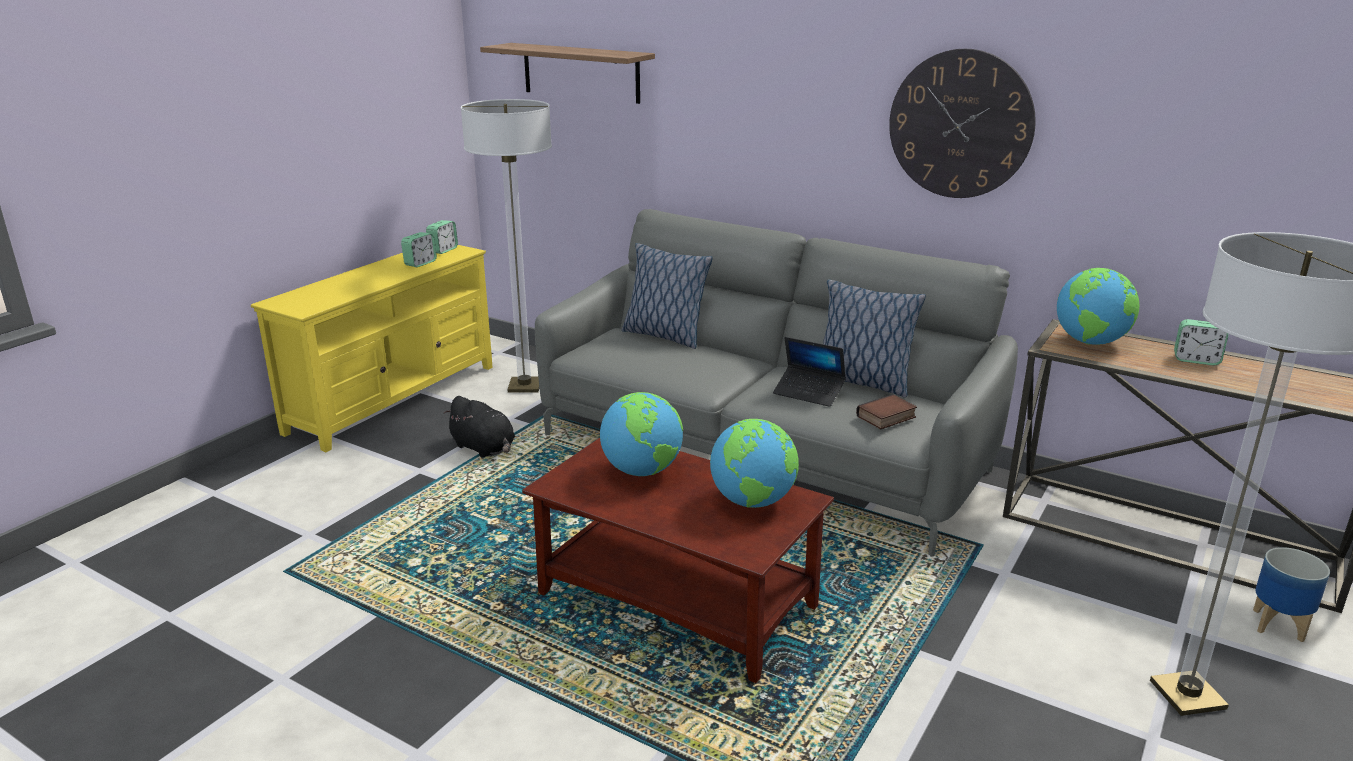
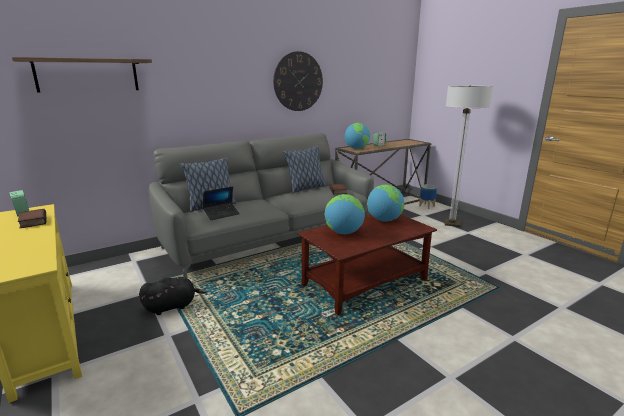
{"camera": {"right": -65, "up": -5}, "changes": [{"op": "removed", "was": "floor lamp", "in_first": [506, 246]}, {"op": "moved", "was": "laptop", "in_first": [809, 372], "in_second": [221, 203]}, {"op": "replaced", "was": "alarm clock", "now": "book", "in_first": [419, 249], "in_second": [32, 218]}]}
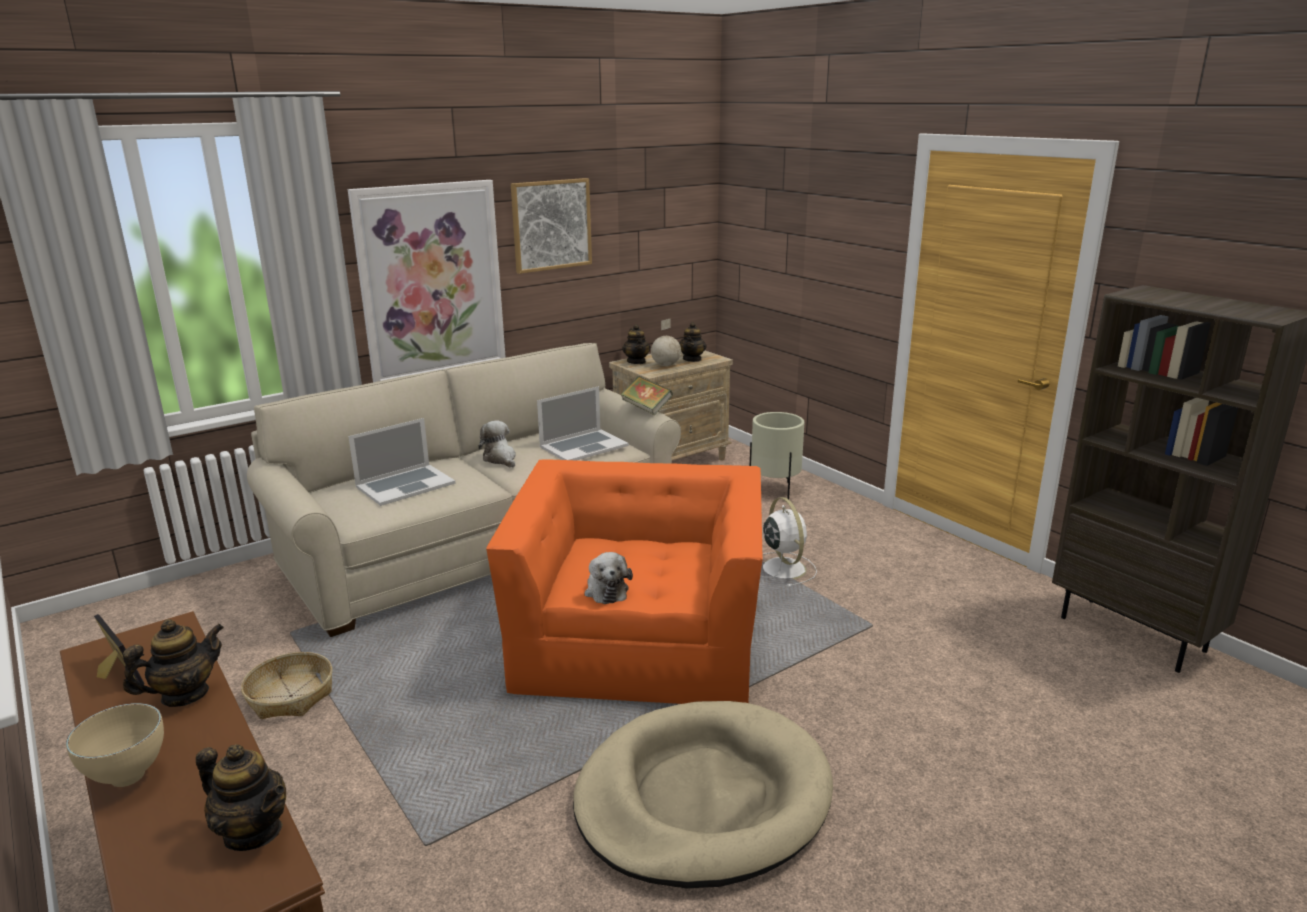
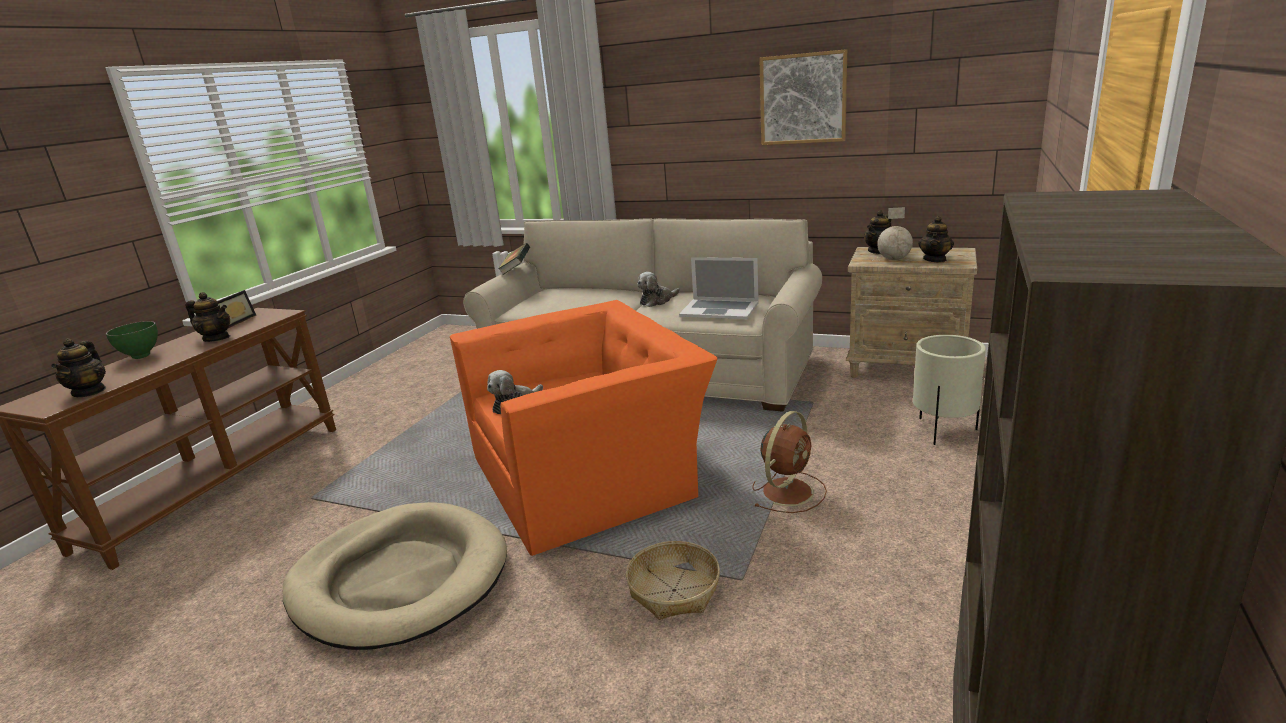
{"camera": {"right": 60, "up": 0}, "changes": [{"op": "removed", "was": "picture", "in_first": [427, 281]}, {"op": "removed", "was": "laptop", "in_first": [401, 462]}, {"op": "moved", "was": "basket", "in_first": [287, 685], "in_second": [673, 580]}, {"op": "moved", "was": "book", "in_first": [647, 395], "in_second": [514, 259]}, {"op": "recoloured", "was": "bowl (beige)", "now": "bowl (green)", "in_first": [115, 745], "in_second": [132, 340]}, {"op": "recoloured", "was": "fan (white)", "now": "fan (brown)", "in_first": [788, 542], "in_second": [789, 462]}, {"op": "turned", "was": "plush toy", "in_first": [497, 444], "in_second": [658, 289], "clockwise": -150}, {"op": "turned", "was": "teapot", "in_first": [693, 342], "in_second": [936, 239], "clockwise": -45}]}
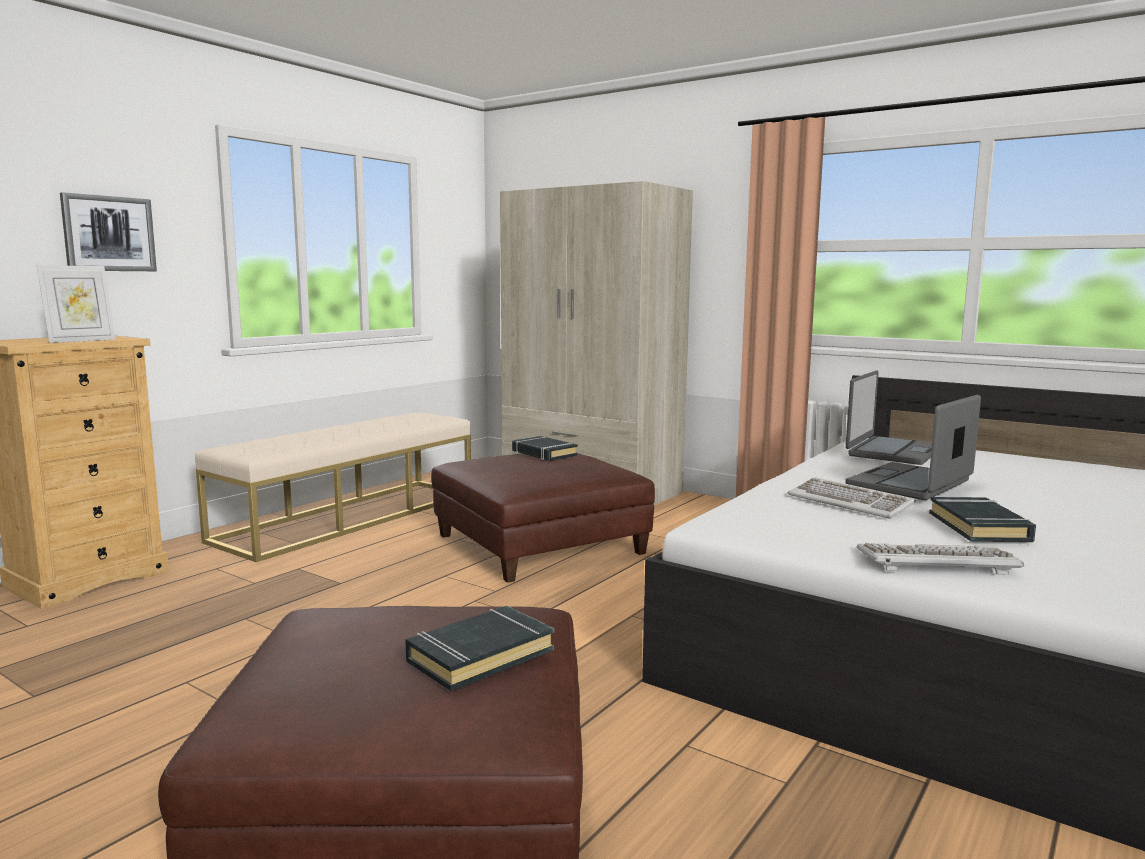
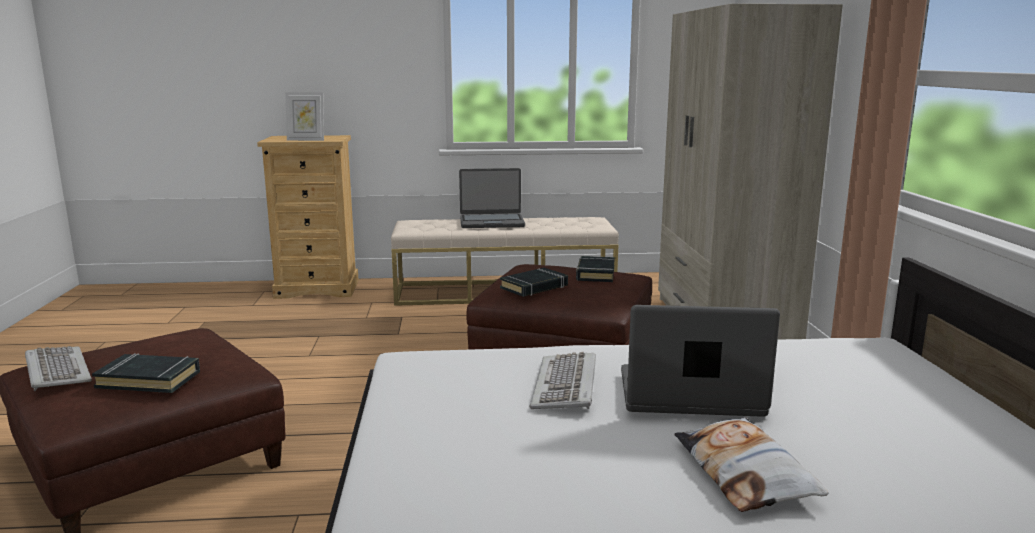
{"camera": {"right": 50, "up": 5}, "changes": [{"op": "removed", "was": "picture", "in_first": [108, 231]}, {"op": "added", "now": "pillow", "in_second": [751, 464]}, {"op": "moved", "was": "laptop", "in_first": [889, 417], "in_second": [492, 198]}, {"op": "moved", "was": "keyboard", "in_first": [940, 559], "in_second": [58, 368]}, {"op": "moved", "was": "book (black)", "in_first": [982, 519], "in_second": [534, 282]}]}
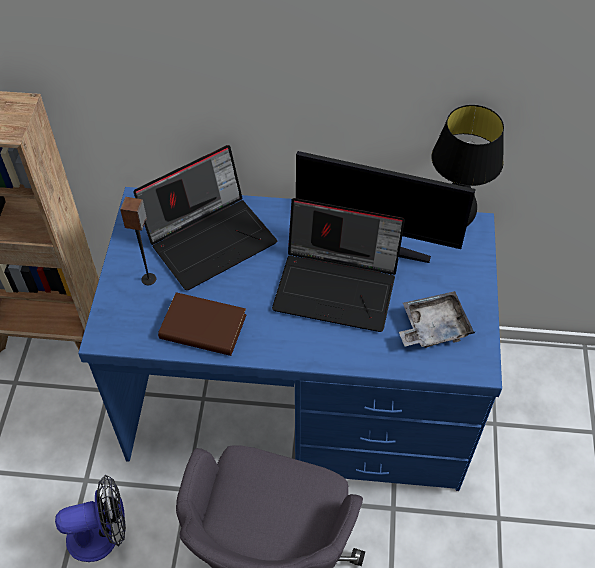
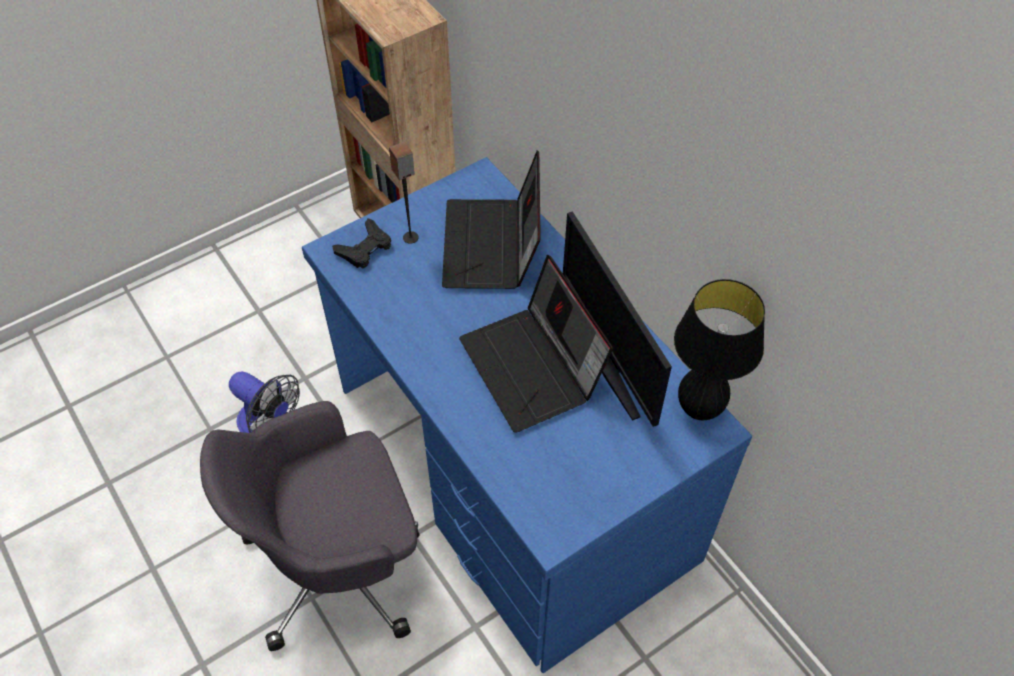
{"camera": {"right": 50, "up": 0}, "changes": [{"op": "removed", "was": "book (brown)", "in_first": [202, 324]}, {"op": "removed", "was": "tray (grey)", "in_first": [437, 319]}, {"op": "added", "now": "game controller (black)", "in_second": [361, 243]}, {"op": "turned", "was": "laptop", "in_first": [205, 217], "in_second": [491, 219], "clockwise": 75}]}
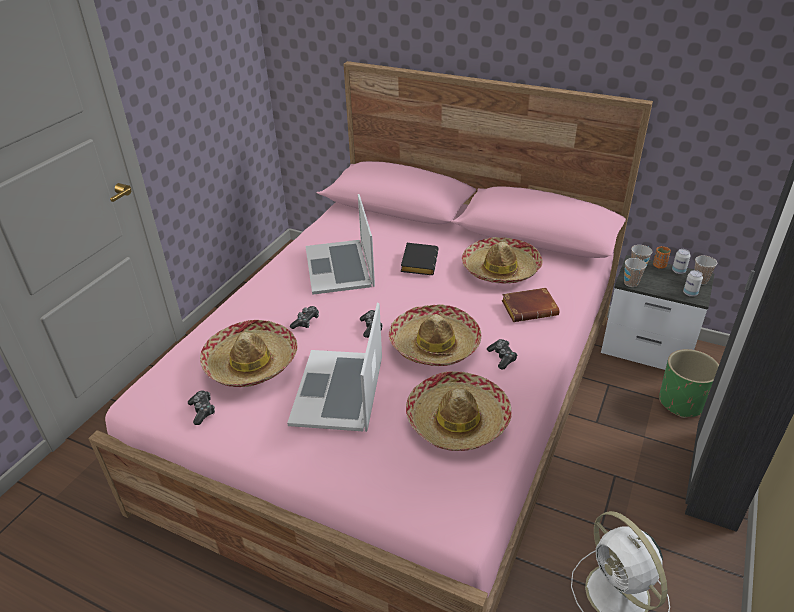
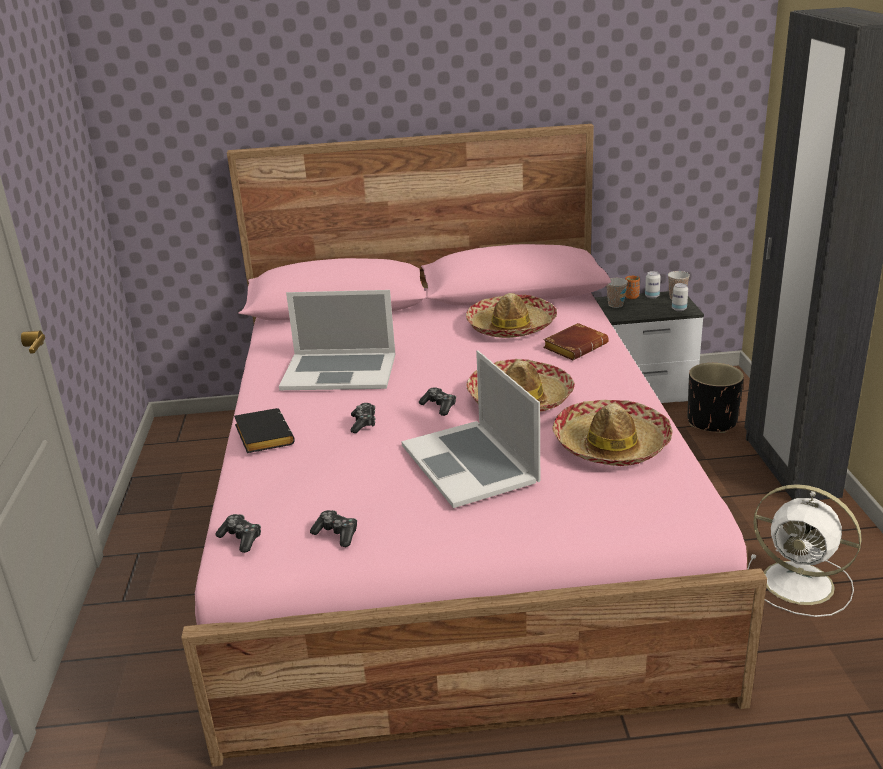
{"camera": {"right": -30, "up": -10}, "changes": [{"op": "removed", "was": "hat", "in_first": [248, 353]}, {"op": "removed", "was": "cup", "in_first": [635, 272]}, {"op": "moved", "was": "book (black)", "in_first": [419, 259], "in_second": [264, 430]}, {"op": "moved", "was": "game controller", "in_first": [502, 354], "in_second": [238, 533]}, {"op": "recoloured", "was": "planter (green)", "now": "planter (black)", "in_first": [689, 383], "in_second": [715, 398]}, {"op": "turned", "was": "laptop", "in_first": [340, 244], "in_second": [337, 340], "clockwise": -45}]}
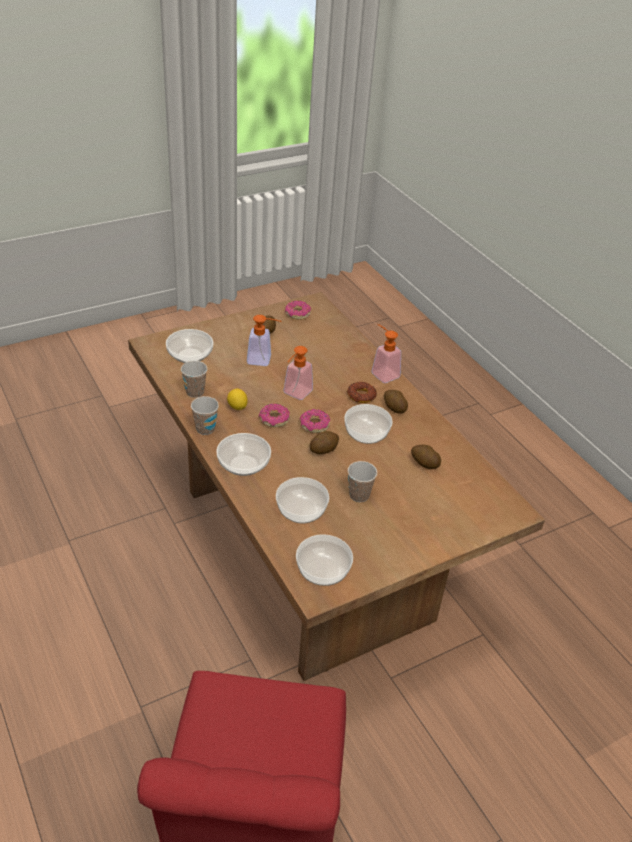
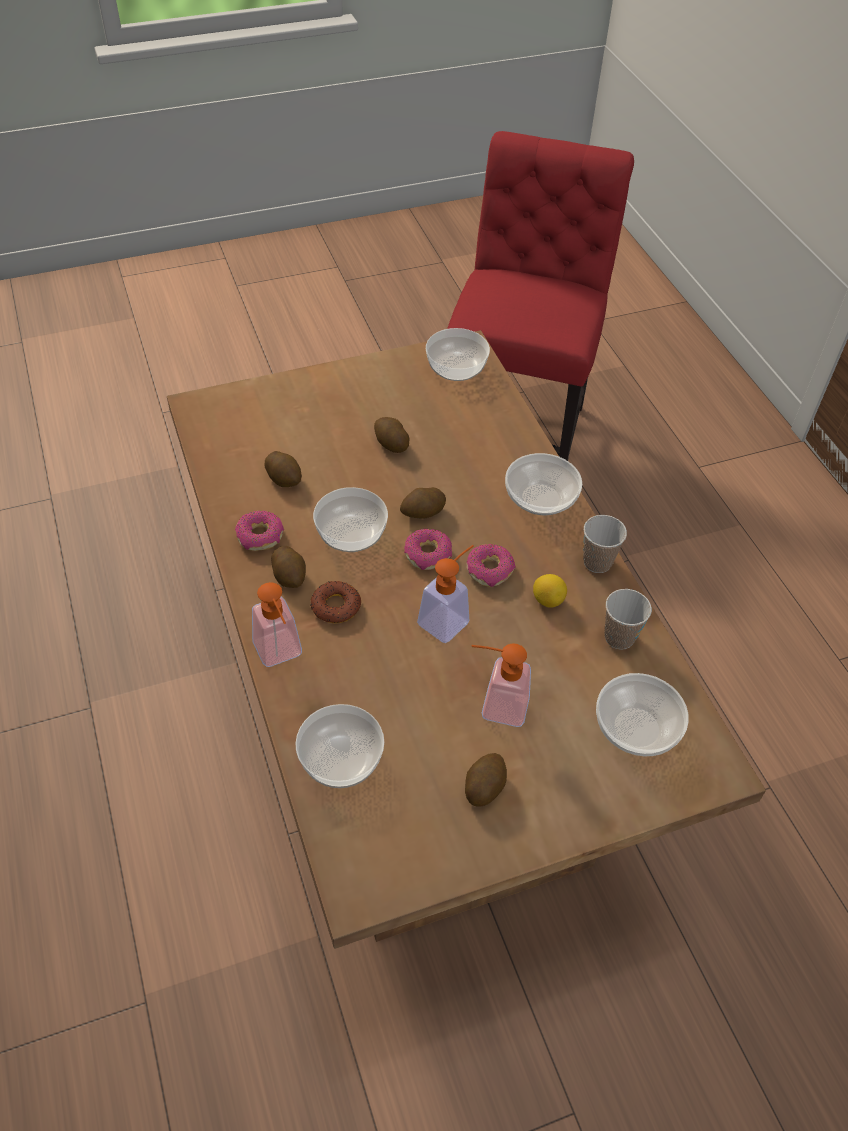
{"camera": {"right": -170, "up": 10}, "changes": [{"op": "moved", "was": "bowl", "in_first": [302, 500], "in_second": [340, 746]}, {"op": "moved", "was": "donut", "in_first": [298, 310], "in_second": [259, 531]}, {"op": "replaced", "was": "cup", "now": "potato", "in_first": [362, 481], "in_second": [392, 435]}]}
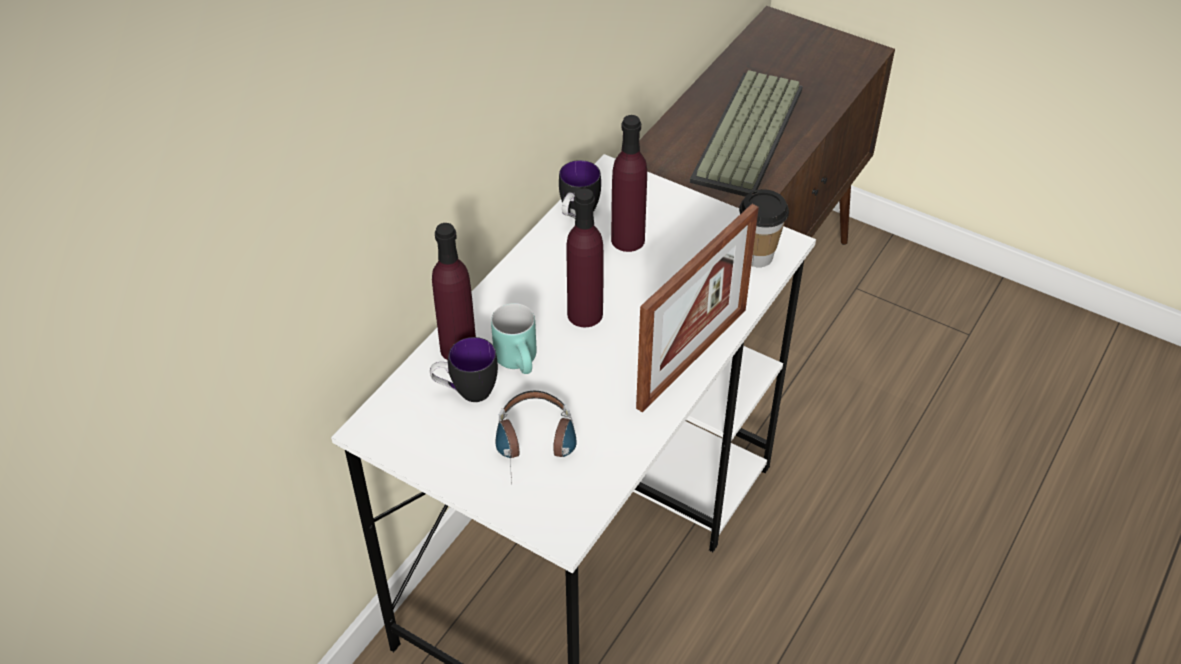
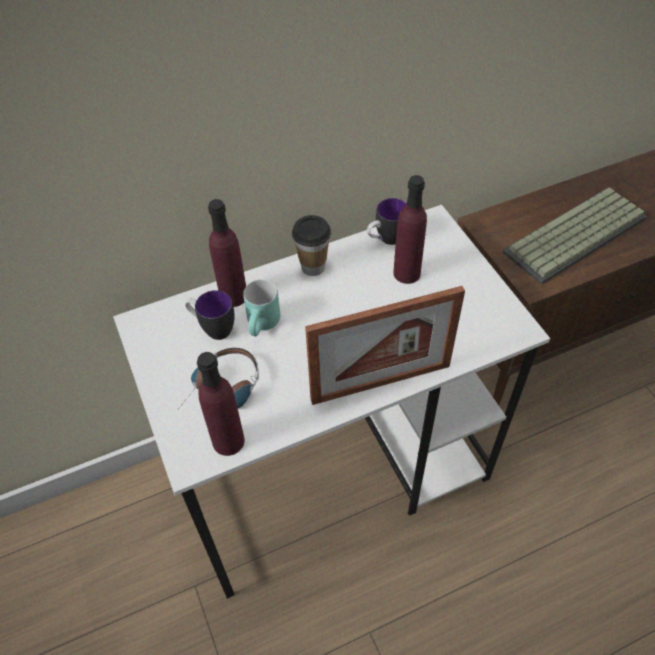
{"camera": {"right": 35, "up": 5}, "changes": [{"op": "moved", "was": "bottle (purple)", "in_first": [585, 257], "in_second": [221, 404]}, {"op": "moved", "was": "cup", "in_first": [764, 228], "in_second": [311, 245]}]}
